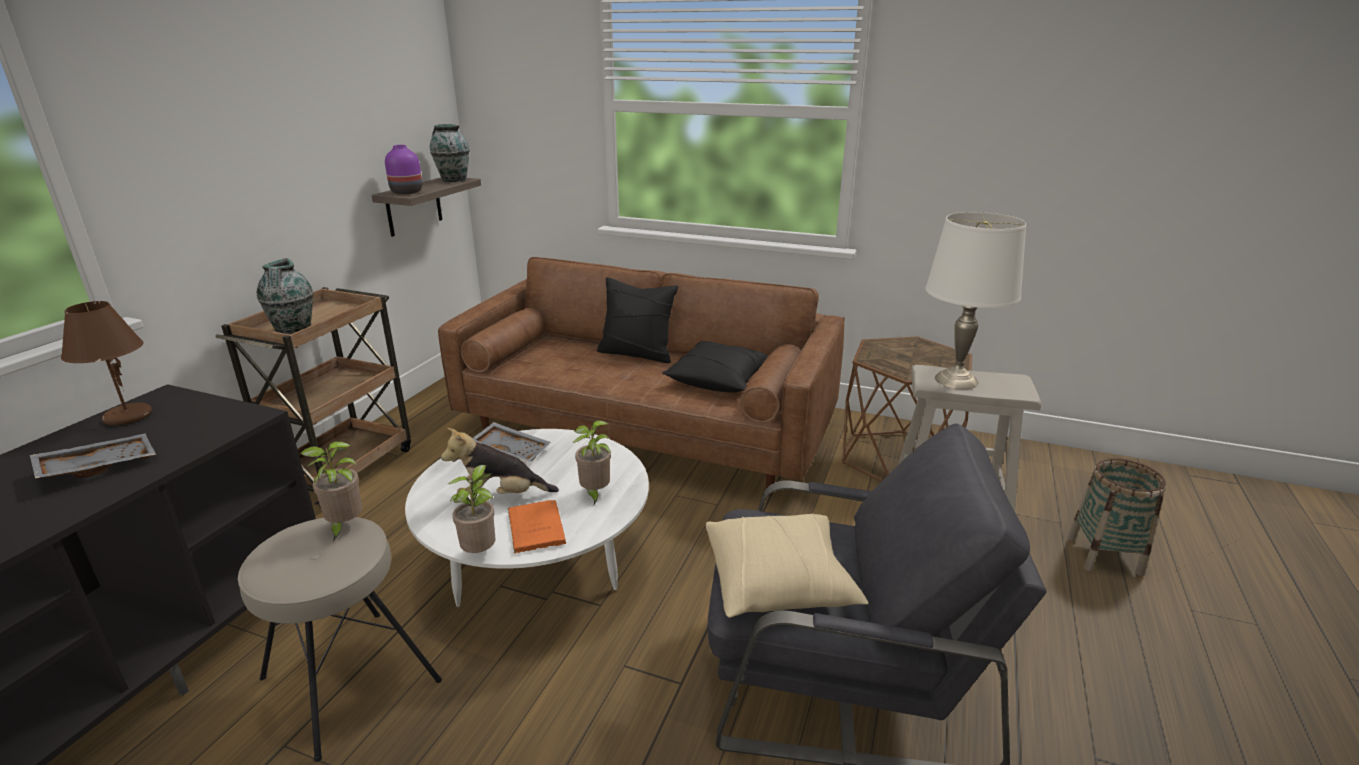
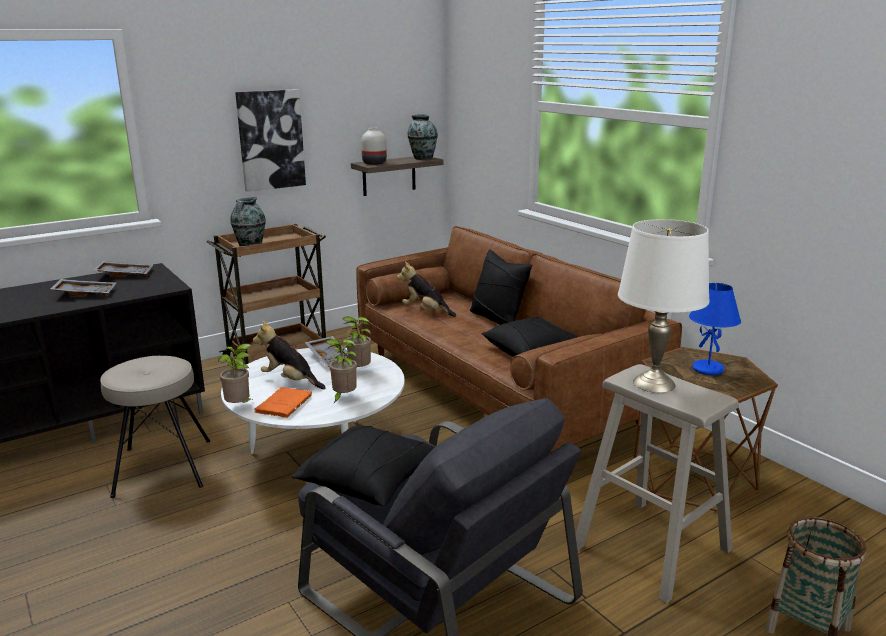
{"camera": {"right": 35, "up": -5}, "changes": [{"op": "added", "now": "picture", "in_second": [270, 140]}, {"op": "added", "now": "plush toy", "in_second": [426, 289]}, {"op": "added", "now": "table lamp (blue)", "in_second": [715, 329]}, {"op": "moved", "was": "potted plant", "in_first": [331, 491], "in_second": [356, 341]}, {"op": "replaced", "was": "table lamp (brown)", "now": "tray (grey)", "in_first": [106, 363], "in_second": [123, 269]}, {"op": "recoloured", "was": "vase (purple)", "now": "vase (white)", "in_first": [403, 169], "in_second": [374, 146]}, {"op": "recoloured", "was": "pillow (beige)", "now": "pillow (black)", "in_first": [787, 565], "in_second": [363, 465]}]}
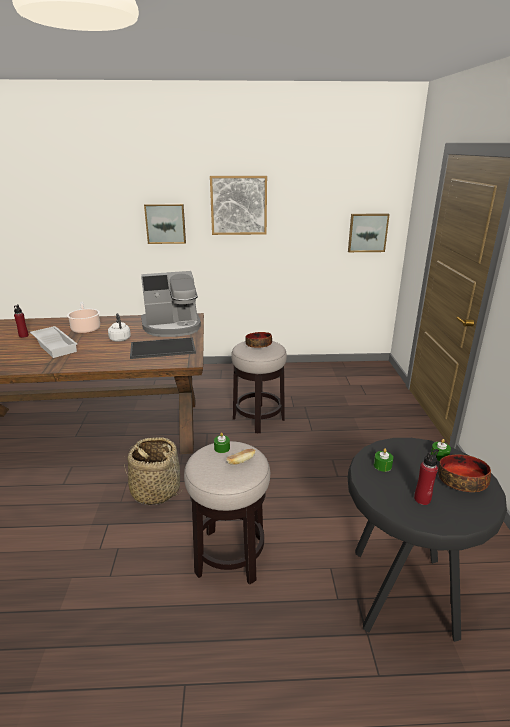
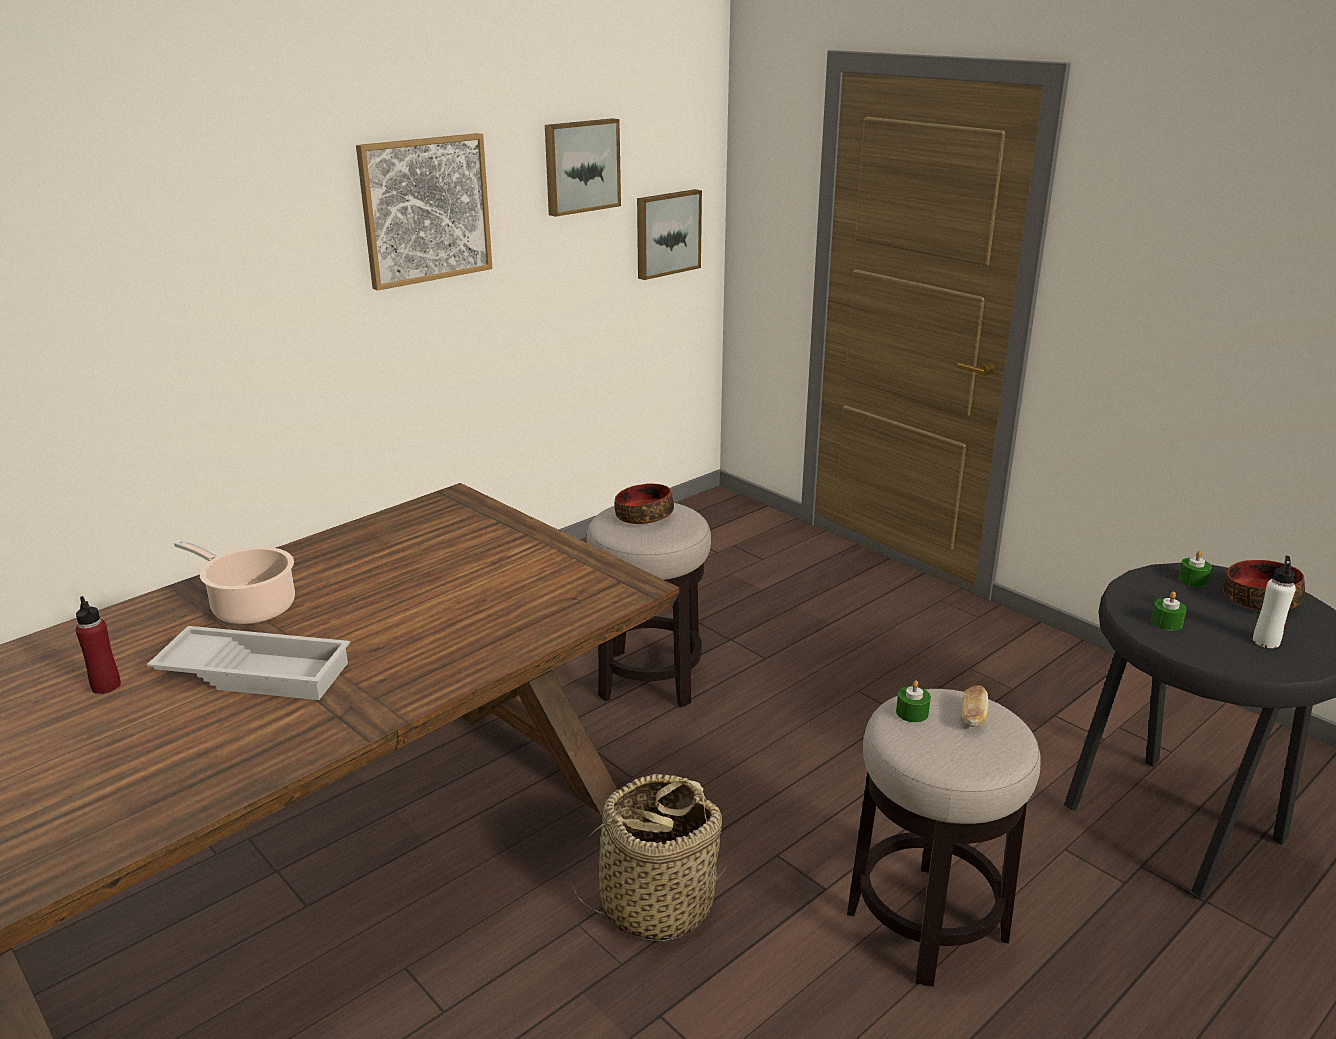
{"camera": {"right": -40, "up": 0}, "changes": [{"op": "removed", "was": "kettle (white)", "in_first": [119, 327]}, {"op": "removed", "was": "tray", "in_first": [163, 348]}, {"op": "removed", "was": "coffee machine", "in_first": [171, 304]}, {"op": "moved", "was": "picture", "in_first": [165, 224], "in_second": [583, 167]}, {"op": "recoloured", "was": "bottle (red)", "now": "bottle (white)", "in_first": [426, 477], "in_second": [1274, 602]}]}
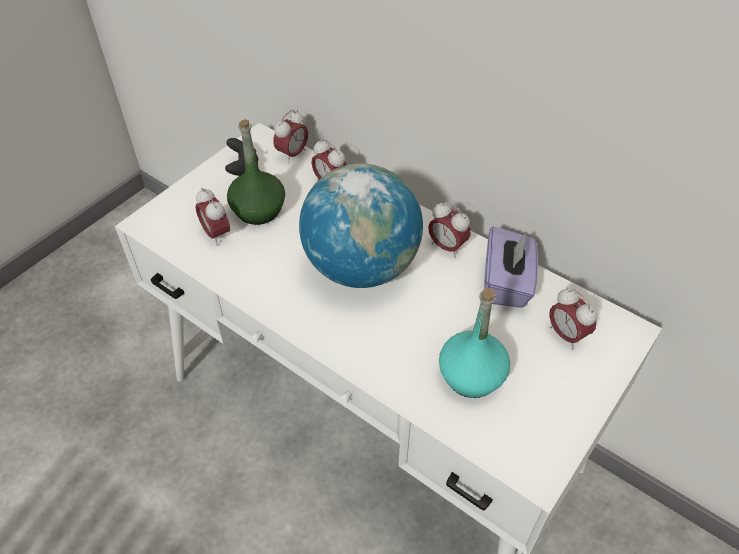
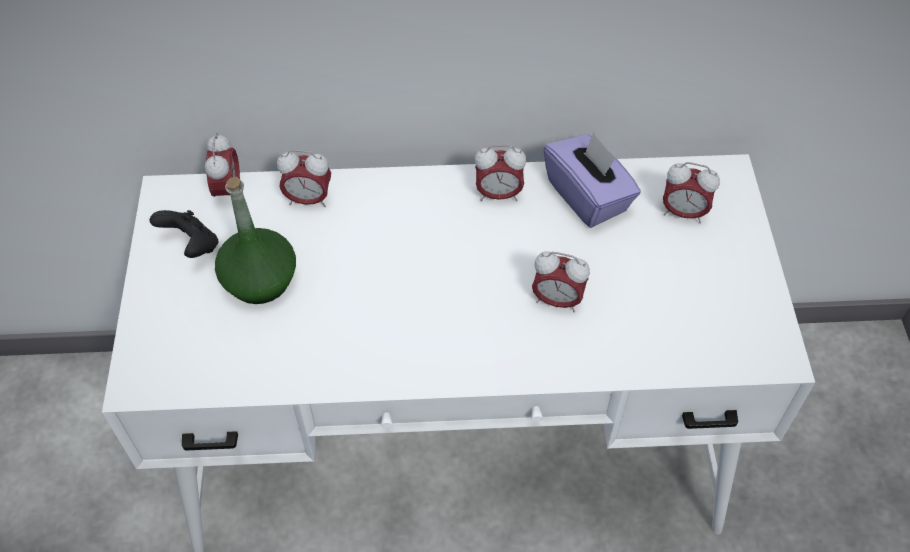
{"camera": {"right": -40, "up": 5}, "changes": [{"op": "removed", "was": "globe", "in_first": [361, 225]}, {"op": "removed", "was": "bottle (turquoise)", "in_first": [474, 343]}, {"op": "moved", "was": "alarm clock", "in_first": [212, 216], "in_second": [561, 281]}]}
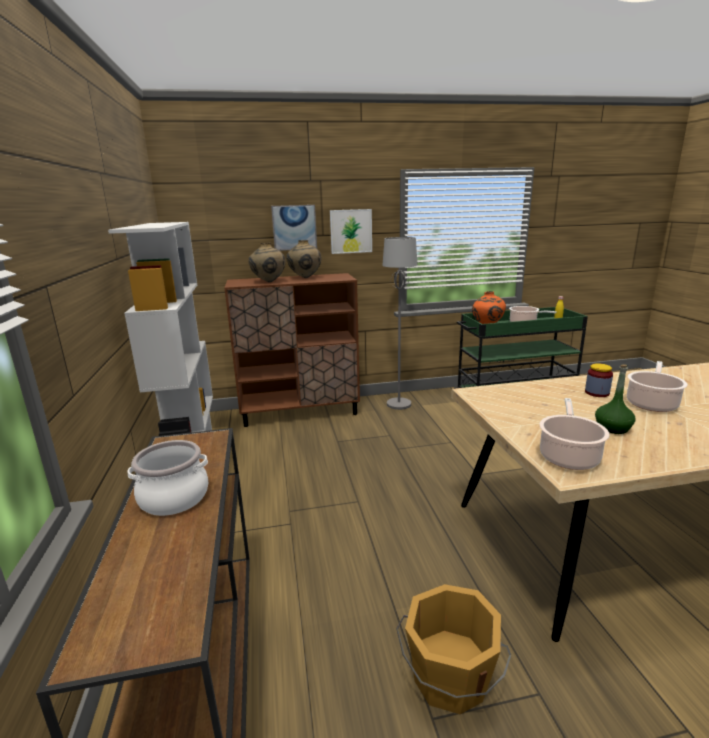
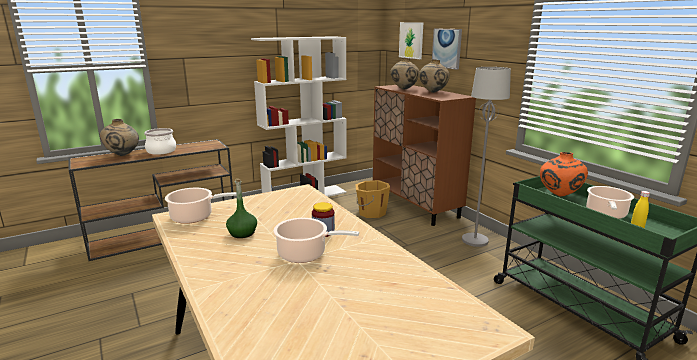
{"camera": {"right": 70, "up": 0}, "changes": [{"op": "added", "now": "vase (beige)", "in_second": [119, 137]}, {"op": "moved", "was": "picture", "in_first": [351, 231], "in_second": [411, 40]}, {"op": "moved", "was": "bucket (orange)", "in_first": [453, 649], "in_second": [372, 199]}]}
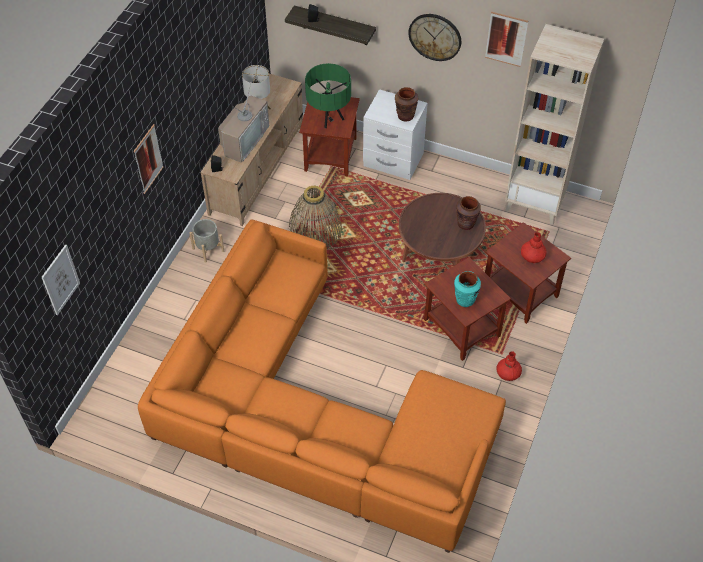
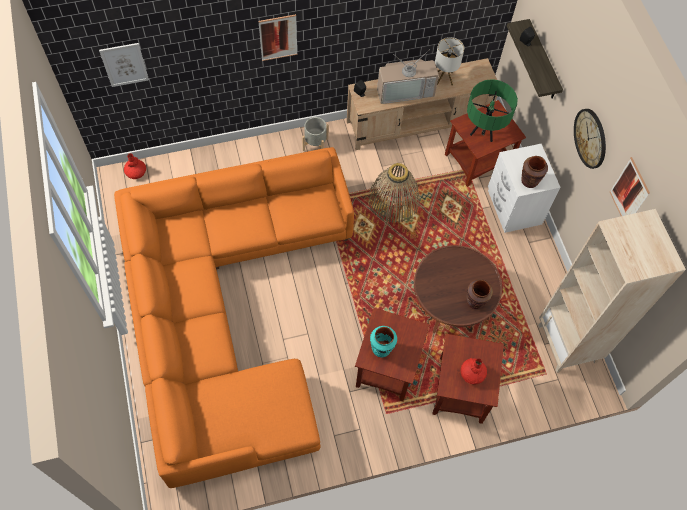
{"camera": {"right": 50, "up": 10}, "changes": [{"op": "moved", "was": "vase (red)", "in_first": [509, 366], "in_second": [135, 166]}]}
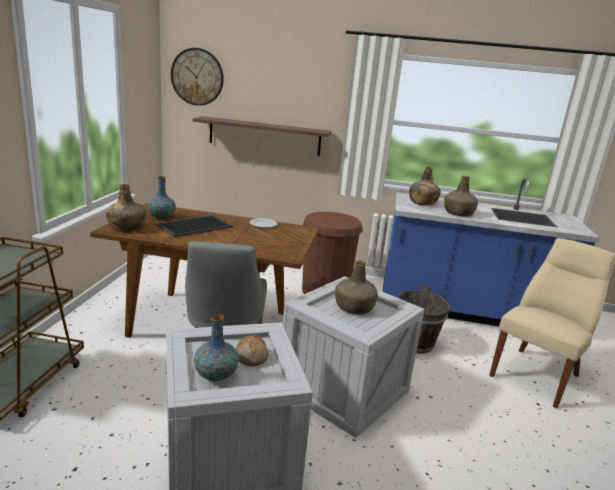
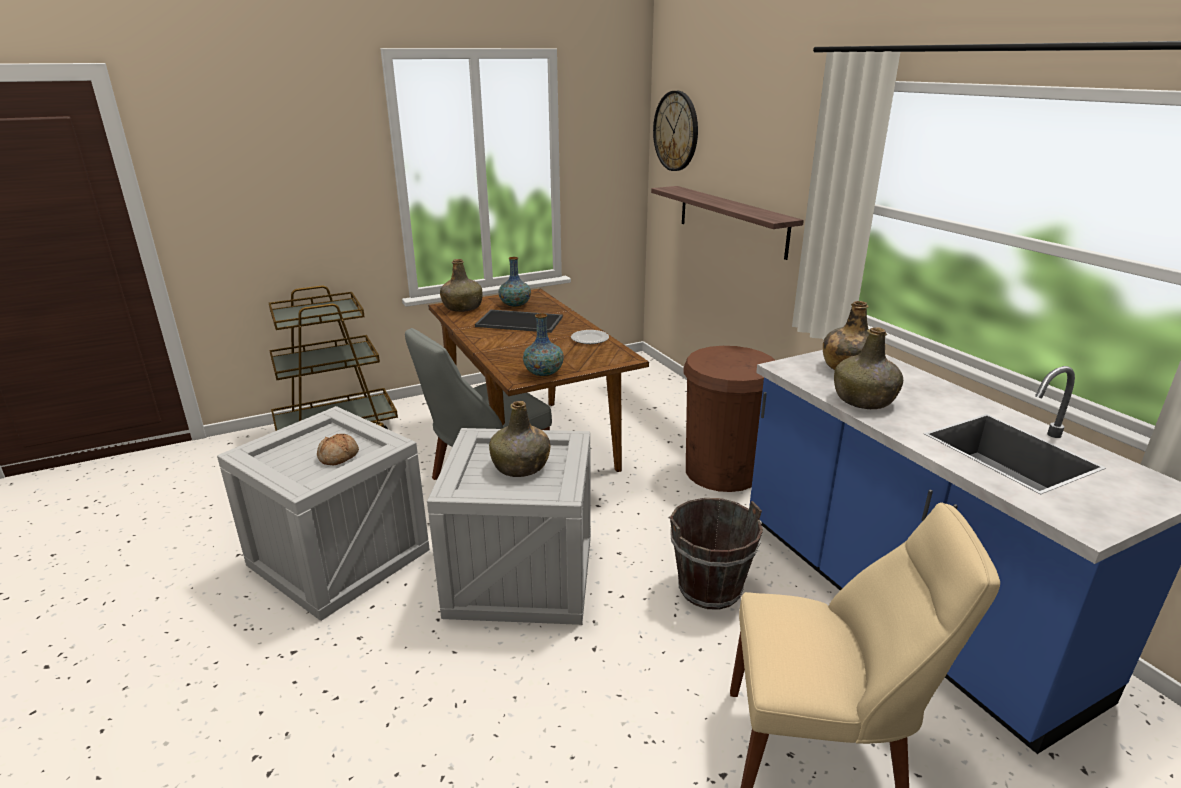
{"camera": {"right": 55, "up": 5}, "changes": [{"op": "moved", "was": "vase", "in_first": [216, 347], "in_second": [543, 345]}]}
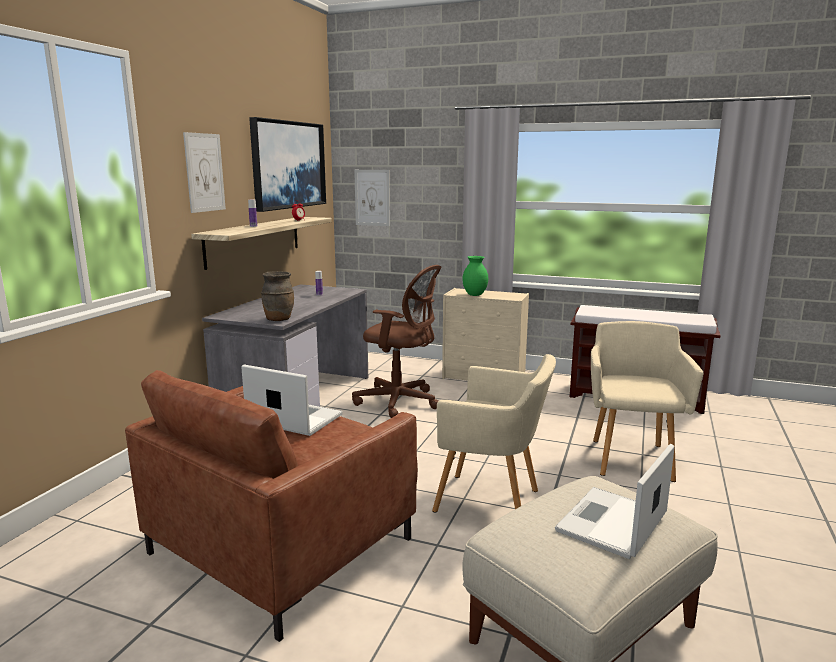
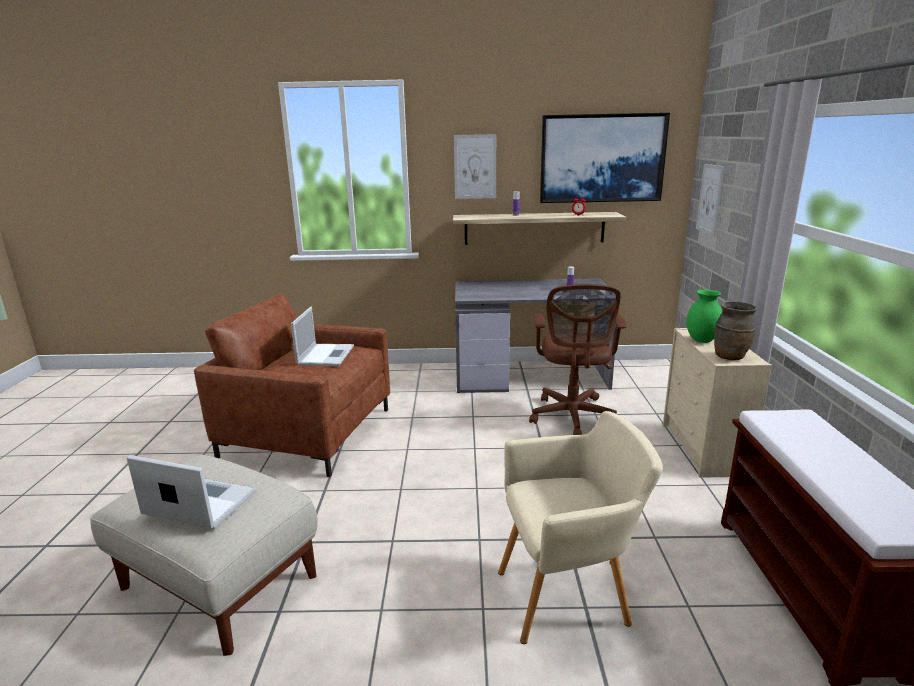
{"camera": {"right": 70, "up": 5}, "changes": [{"op": "removed", "was": "armchair (beige)", "in_first": [494, 433]}, {"op": "moved", "was": "vase (brown)", "in_first": [277, 296], "in_second": [735, 330]}]}
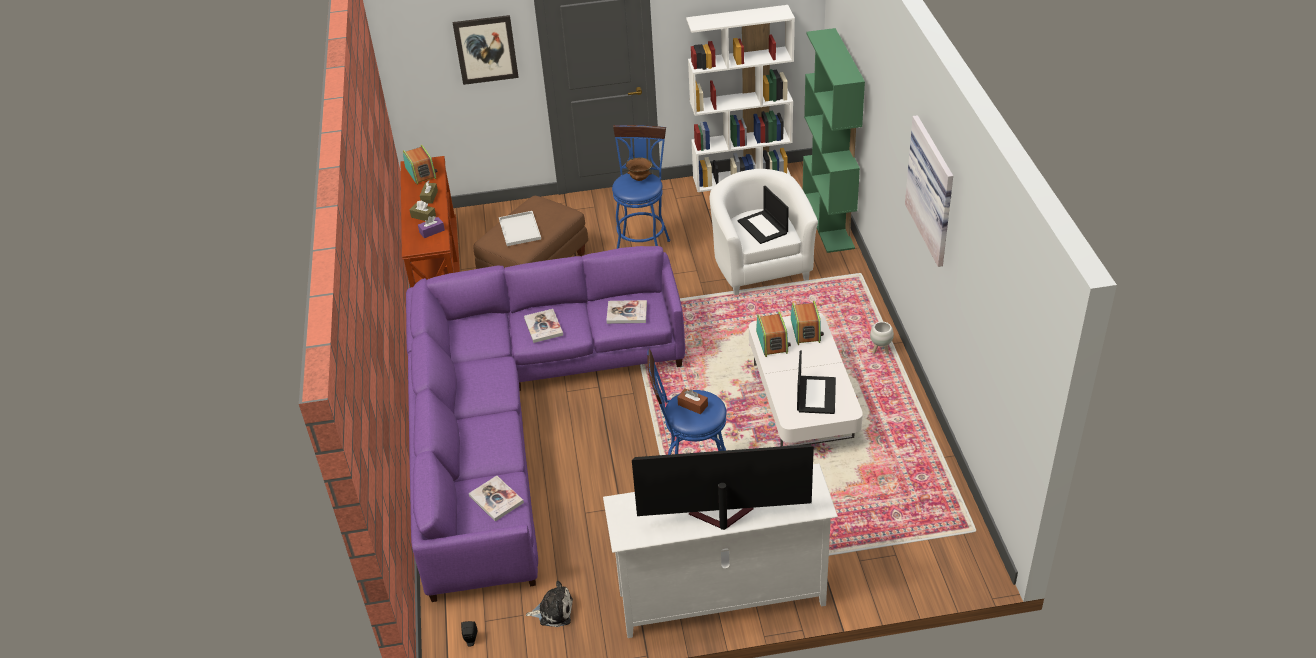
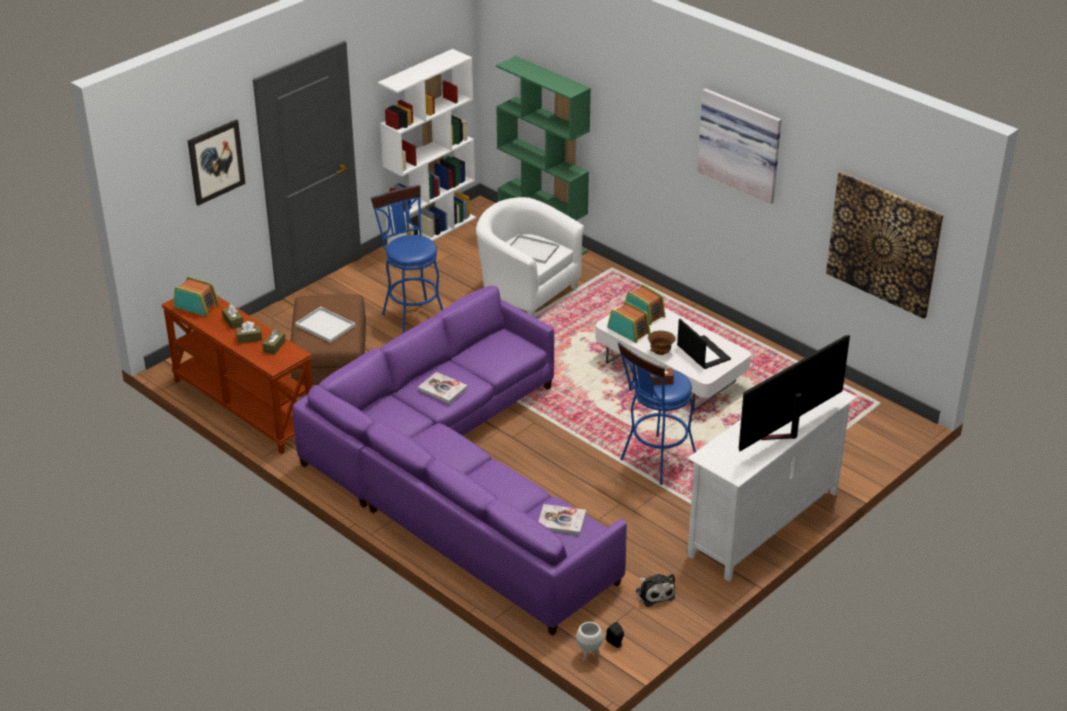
{"camera": {"right": -40, "up": -5}, "changes": [{"op": "removed", "was": "book", "in_first": [626, 312]}, {"op": "added", "now": "picture", "in_second": [884, 245]}, {"op": "moved", "was": "bowl (brown)", "in_first": [639, 169], "in_second": [662, 343]}, {"op": "moved", "was": "planter (white)", "in_first": [882, 338], "in_second": [589, 642]}, {"op": "replaced", "was": "laptop", "now": "tray (white)", "in_first": [763, 215], "in_second": [534, 249]}, {"op": "recoloured", "was": "tissue box (purple)", "now": "tissue box (brown)", "in_first": [431, 227], "in_second": [274, 342]}, {"op": "turned", "was": "plush toy", "in_first": [549, 604], "in_second": [655, 590], "clockwise": 105}]}
